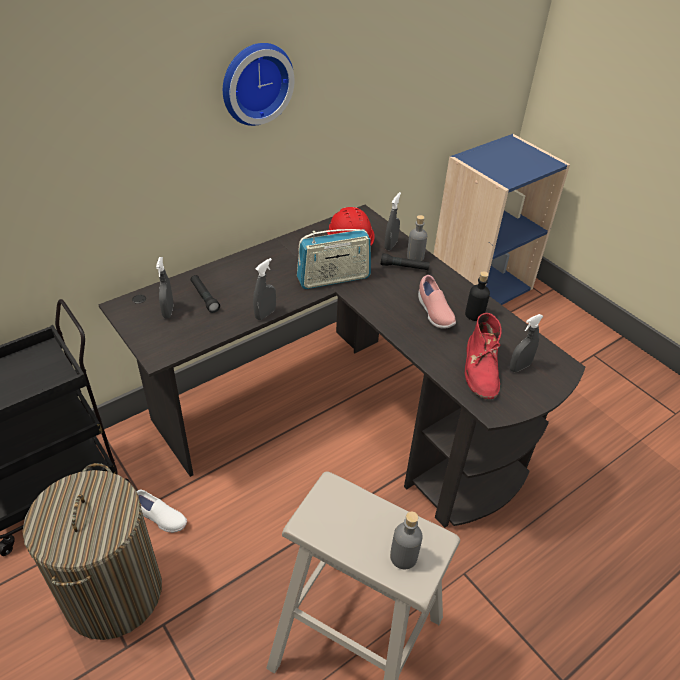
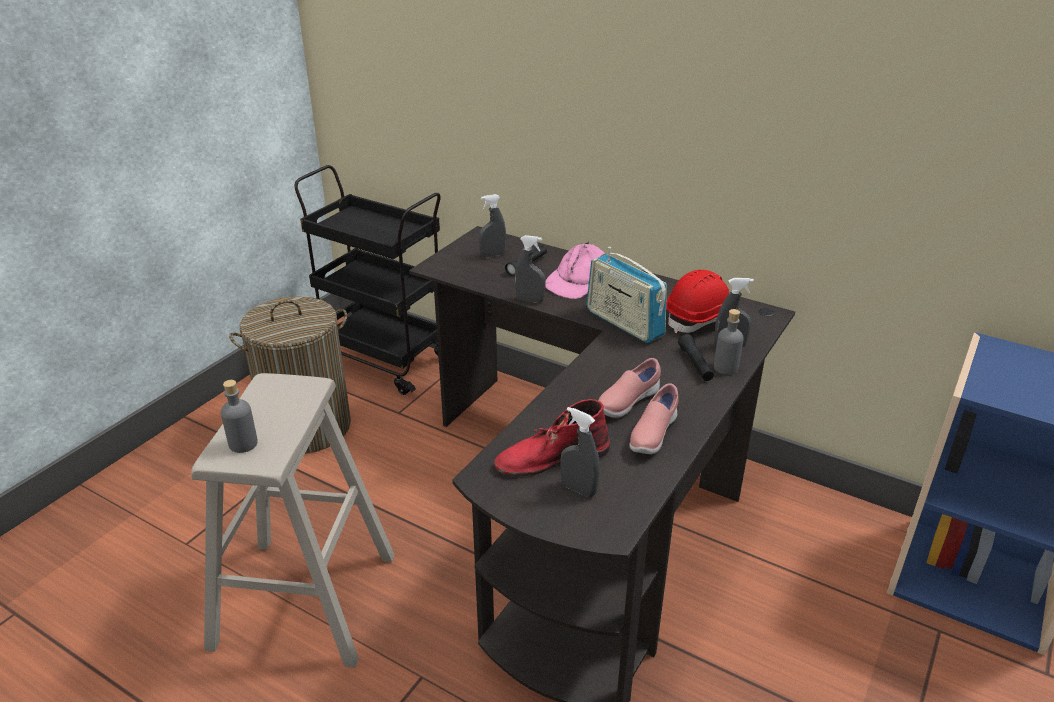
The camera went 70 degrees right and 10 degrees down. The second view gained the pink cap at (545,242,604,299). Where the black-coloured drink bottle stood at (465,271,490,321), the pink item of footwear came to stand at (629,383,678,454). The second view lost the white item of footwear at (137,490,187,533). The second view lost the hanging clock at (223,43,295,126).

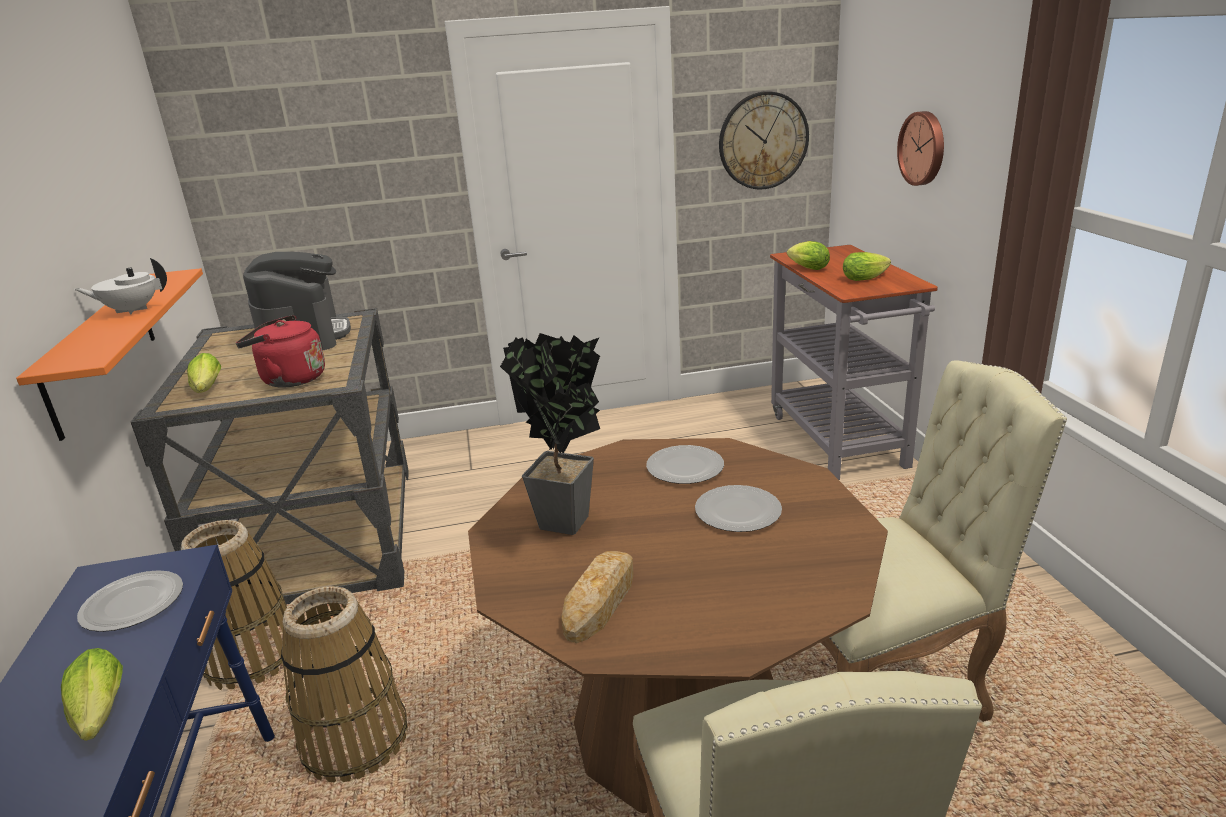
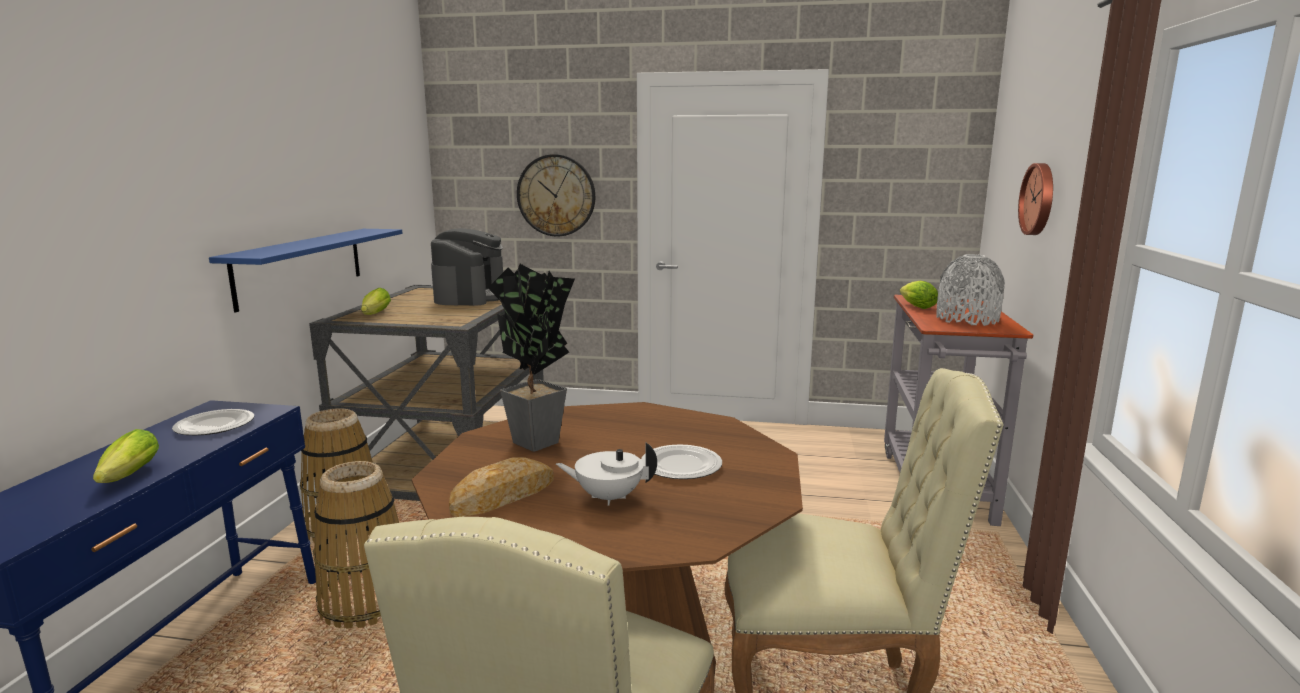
The camera went 20 degrees right and 10 degrees down. What was the orange-coloured wall shelf at (16,268,203,441) turned into the blue wall shelf at (209,229,403,313). The hanging clock ended up elsewhere, having gone from (719,91,809,189) to (517,154,595,237). The white teapot ended up elsewhere, having gone from (74,258,167,314) to (556,443,657,505). Where the lettuce head stood at (843,252,891,281), the gray decorative vase came to stand at (936,254,1005,326). The second view lost the red tea kettle at (236,315,325,388). The second view lost the dinner plate at (646,445,724,484).

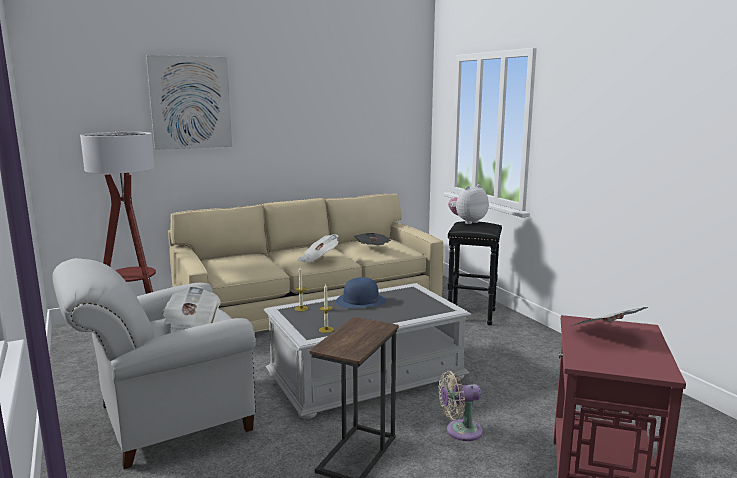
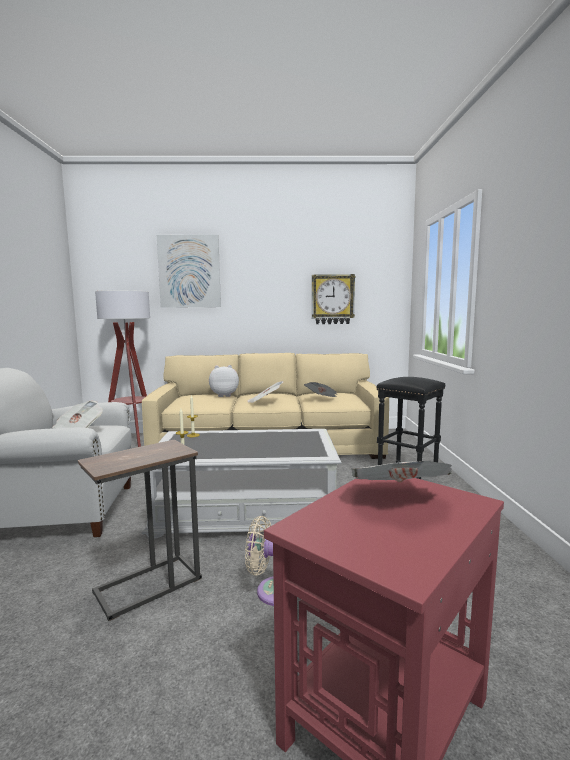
The camera went 25 degrees right and 5 degrees down. The plush toy ended up elsewhere, having gone from (448,184,489,224) to (209,365,239,397). The second view gained the hanging clock at (312,274,355,324). The second view lost the blue wearable hat at (335,277,386,308).

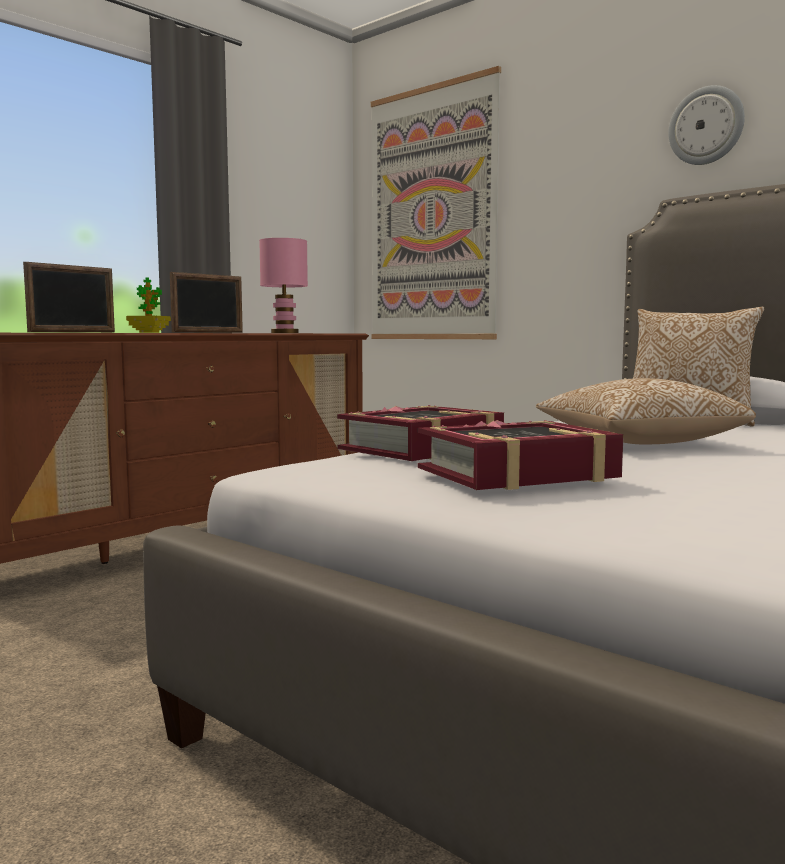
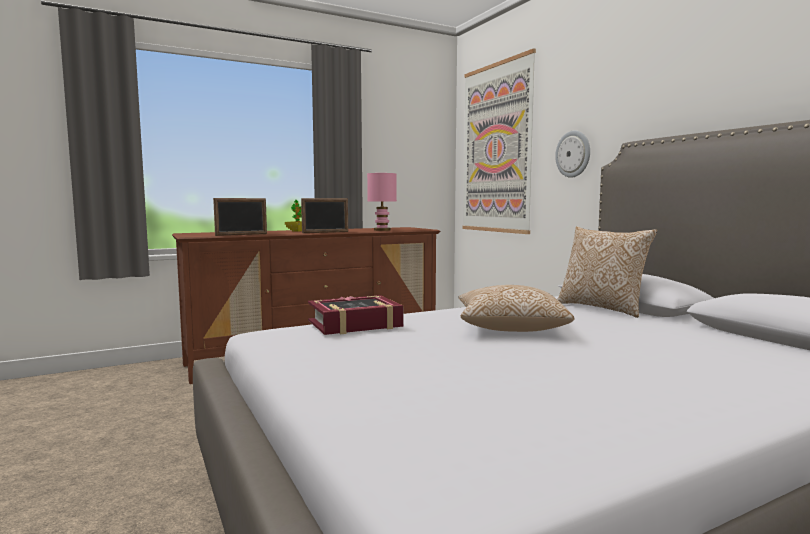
The camera went 20 degrees right and 0 degrees up. The hanging clock ended up elsewhere, having gone from (668,85,745,165) to (555,130,590,178). The second view lost the bound book at (417,420,624,490).

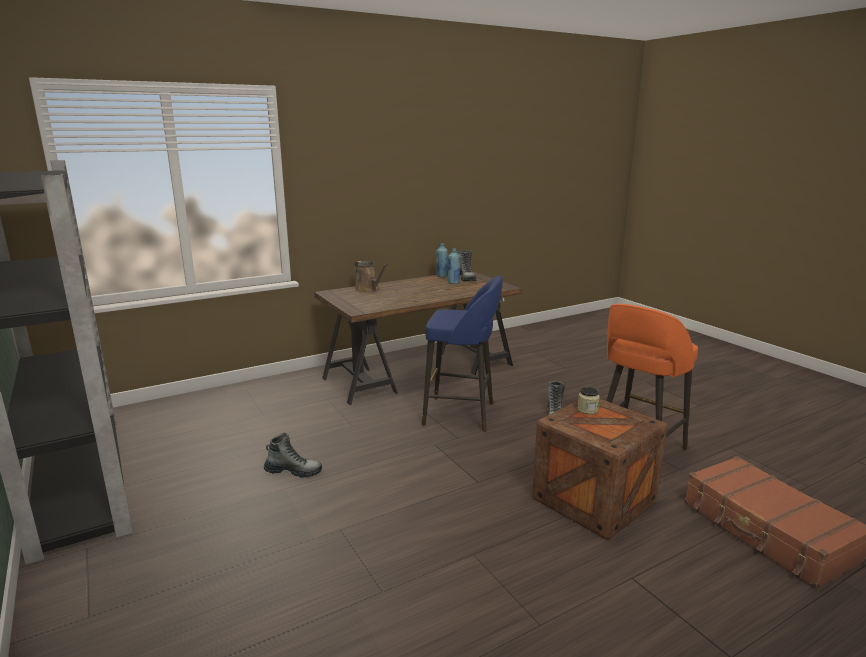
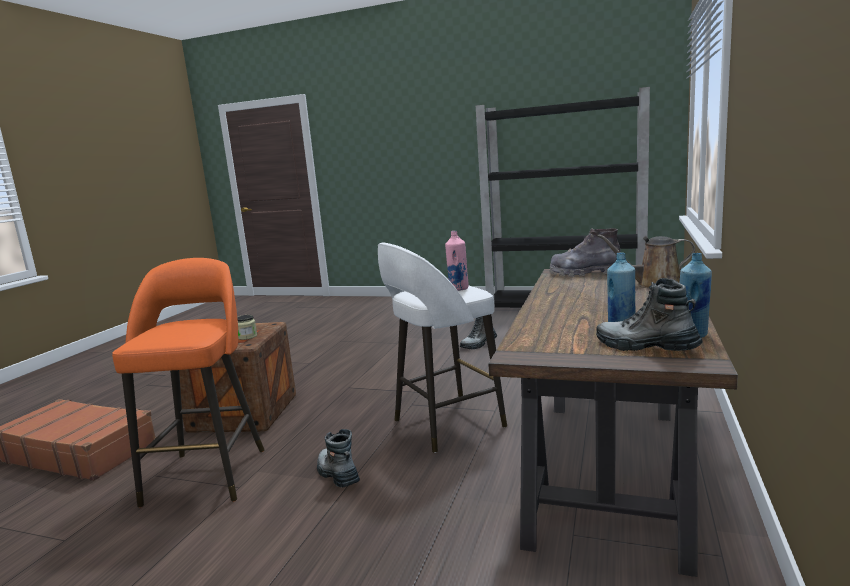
The camera went 140 degrees right and 5 degrees down. What was the blue stool at (422,276,503,432) turned into the white stool at (378,243,507,453). The second view gained the pink drink bottle at (445,231,469,291). The second view gained the gray high-top boot at (550,228,621,277).

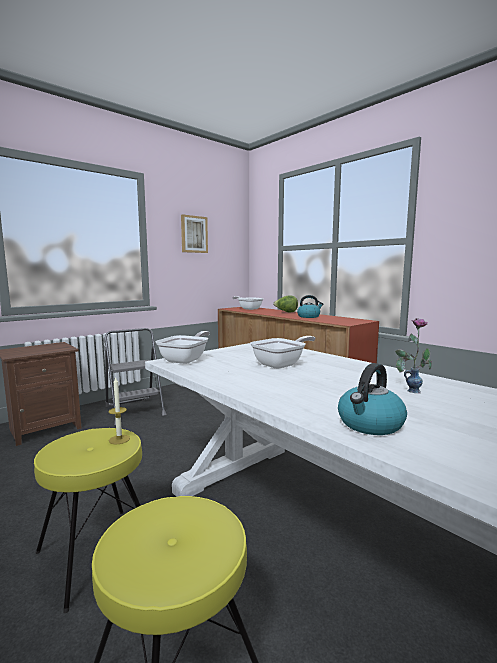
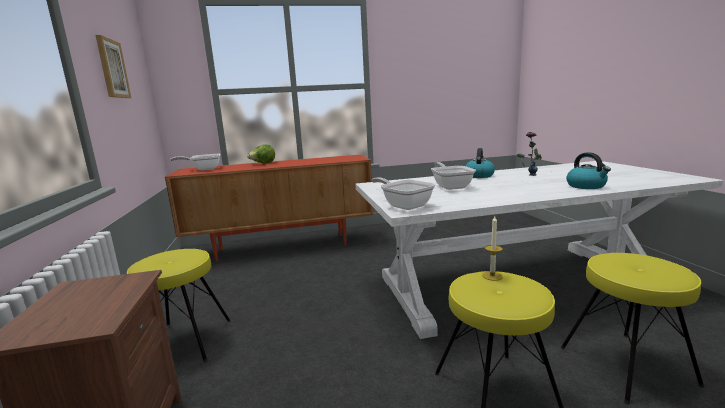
The camera went 60 degrees left and 5 degrees up. Where the gray step ladder stood at (105,328,167,425), the yellow stool came to stand at (127,249,231,363). The tea kettle ended up elsewhere, having gone from (297,295,323,318) to (465,148,495,178).

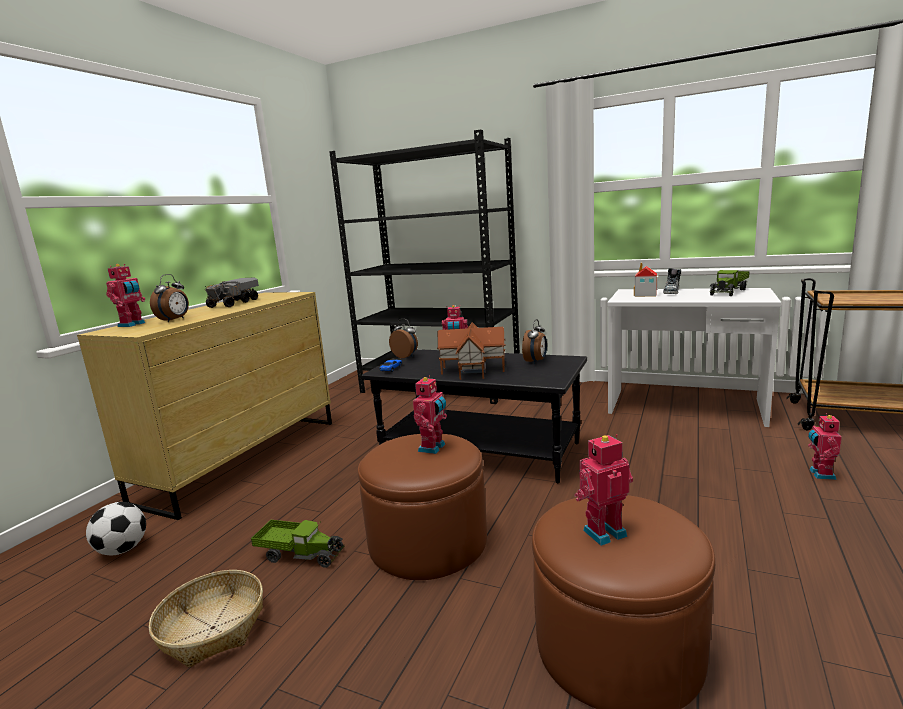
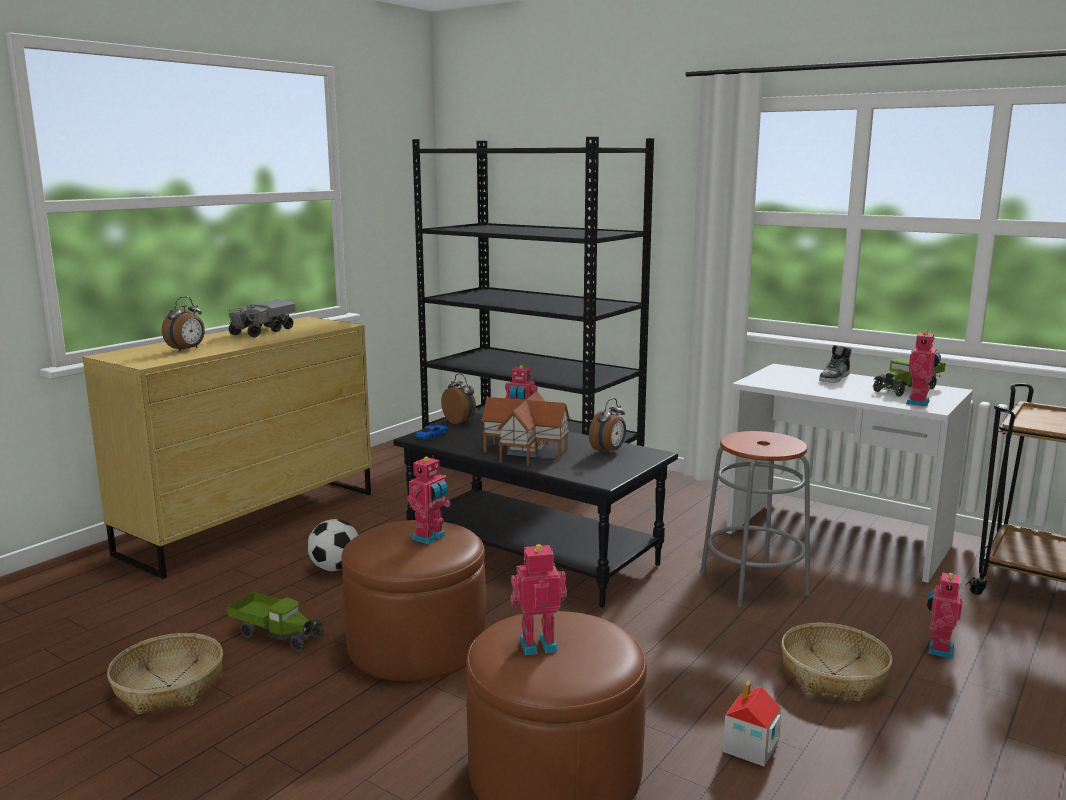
The camera went 10 degrees right and 0 degrees up. The football ended up elsewhere, having gone from (86,502,146,556) to (307,519,358,571). The second view gained the gray stool at (700,431,810,607). The model house ended up elsewhere, having gone from (634,263,658,297) to (723,681,781,767). The second view gained the basket at (781,623,892,702). The robot figure ended up elsewhere, having gone from (106,264,145,327) to (906,330,941,406).

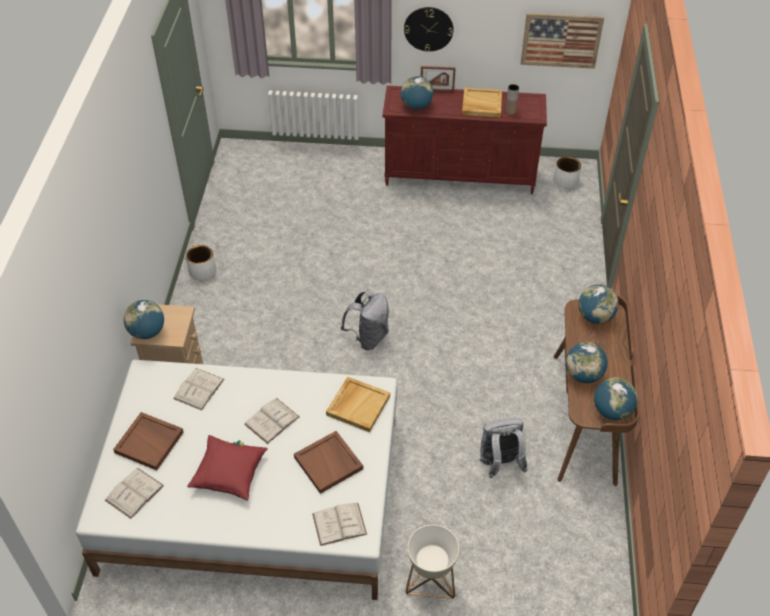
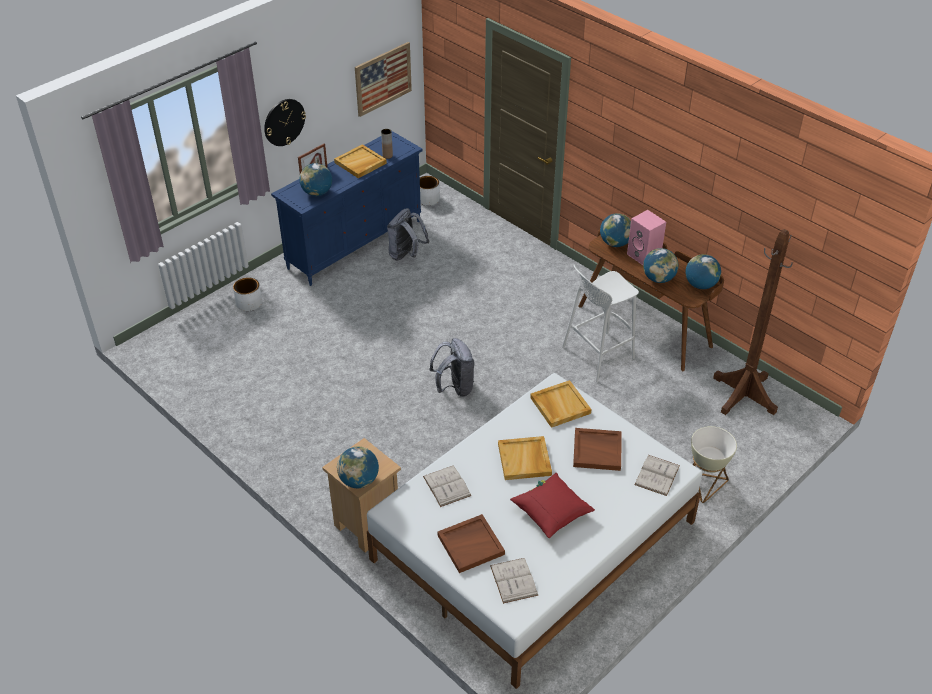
The camera went 50 degrees left and 5 degrees down. The white flower pot ended up elsewhere, having gone from (186,245,216,280) to (233,277,262,311). What was the red dresser at (382,86,547,194) turned into the blue dresser at (271,131,423,286). The gray knapsack ended up elsewhere, having gone from (480,418,527,478) to (387,208,429,260). Where the white bound book stood at (244,398,299,444), the beige serving tray came to stand at (498,436,552,480). The second view gained the white stool at (562,264,639,382). The second view gained the pink loudspeaker at (627,210,666,265). The second view gained the brown garment rack at (713,229,793,415).

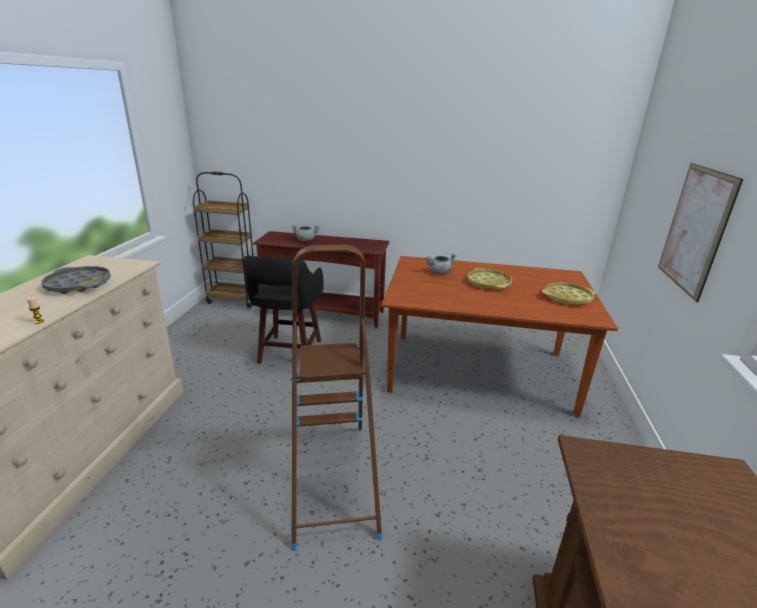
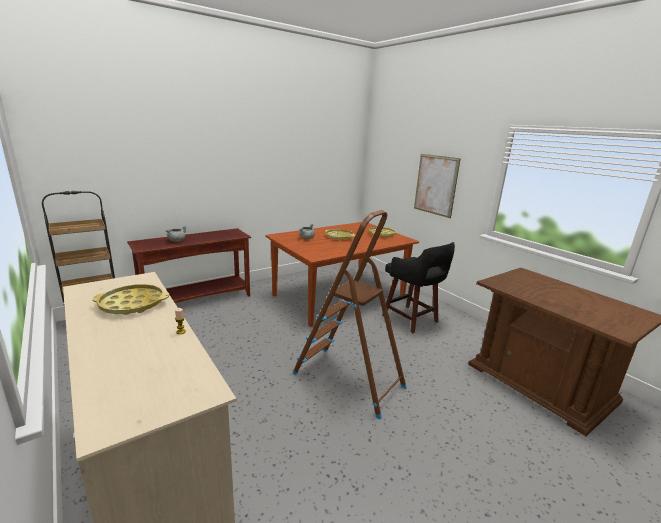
The camera went 45 degrees left and 5 degrees down. What was the gray serving tray at (41,266,111,294) turned into the yellow serving tray at (92,284,169,315). The black-coloured stool ended up elsewhere, having gone from (244,256,324,364) to (382,242,455,333).

